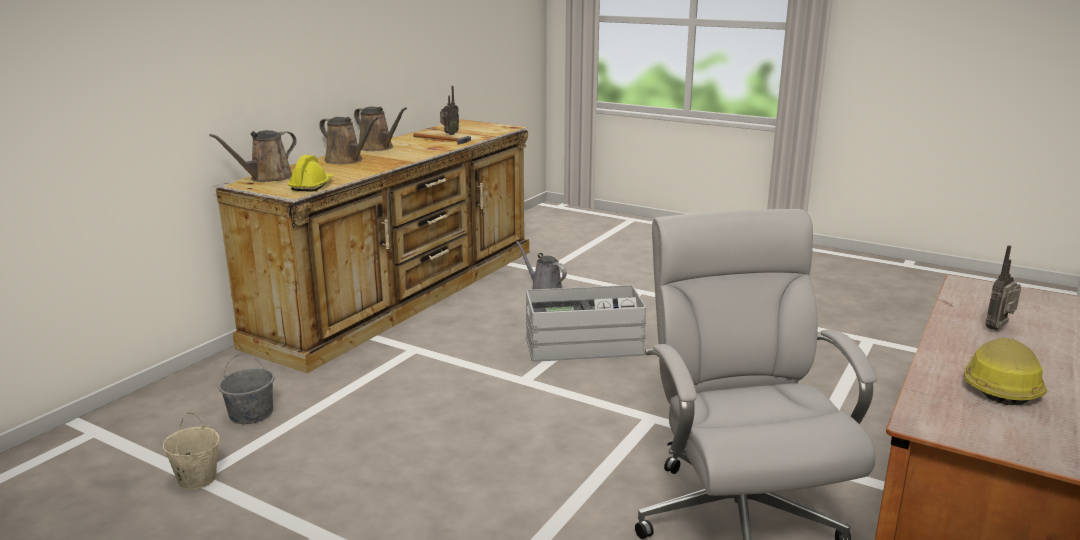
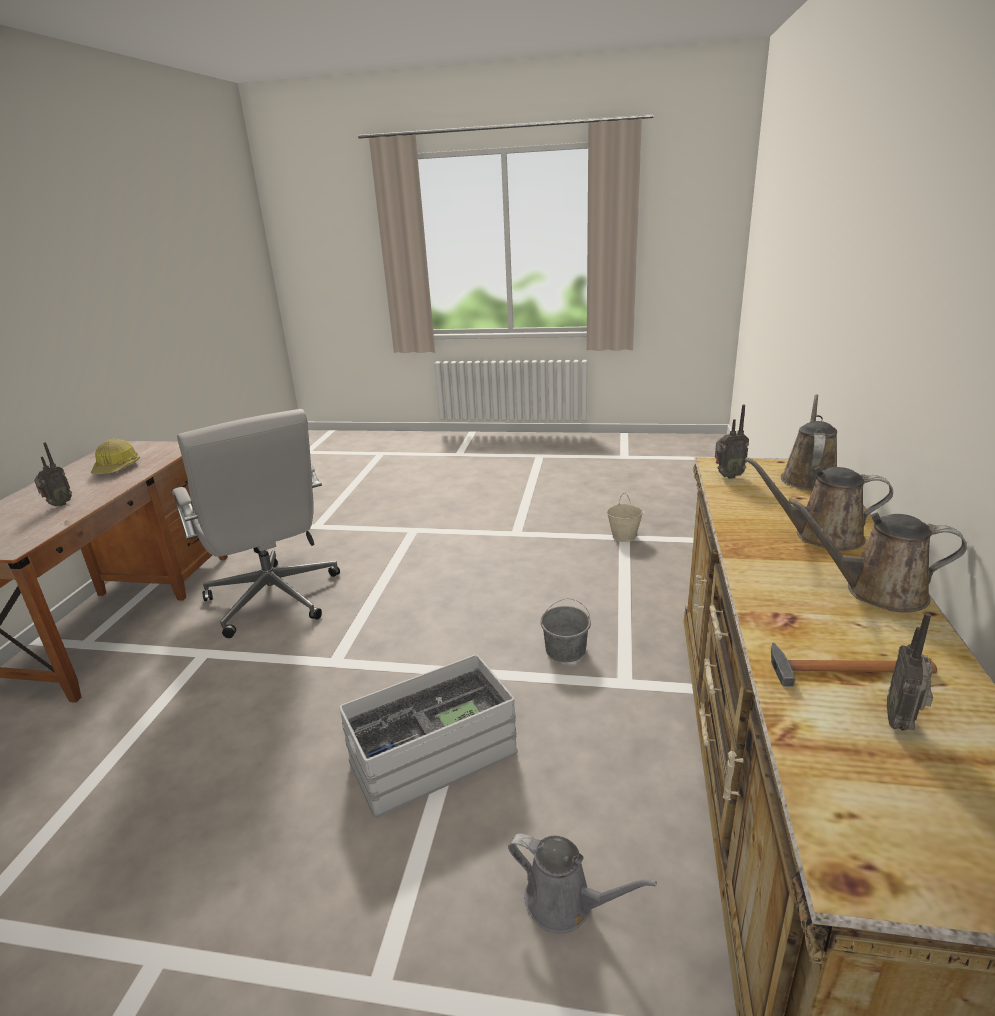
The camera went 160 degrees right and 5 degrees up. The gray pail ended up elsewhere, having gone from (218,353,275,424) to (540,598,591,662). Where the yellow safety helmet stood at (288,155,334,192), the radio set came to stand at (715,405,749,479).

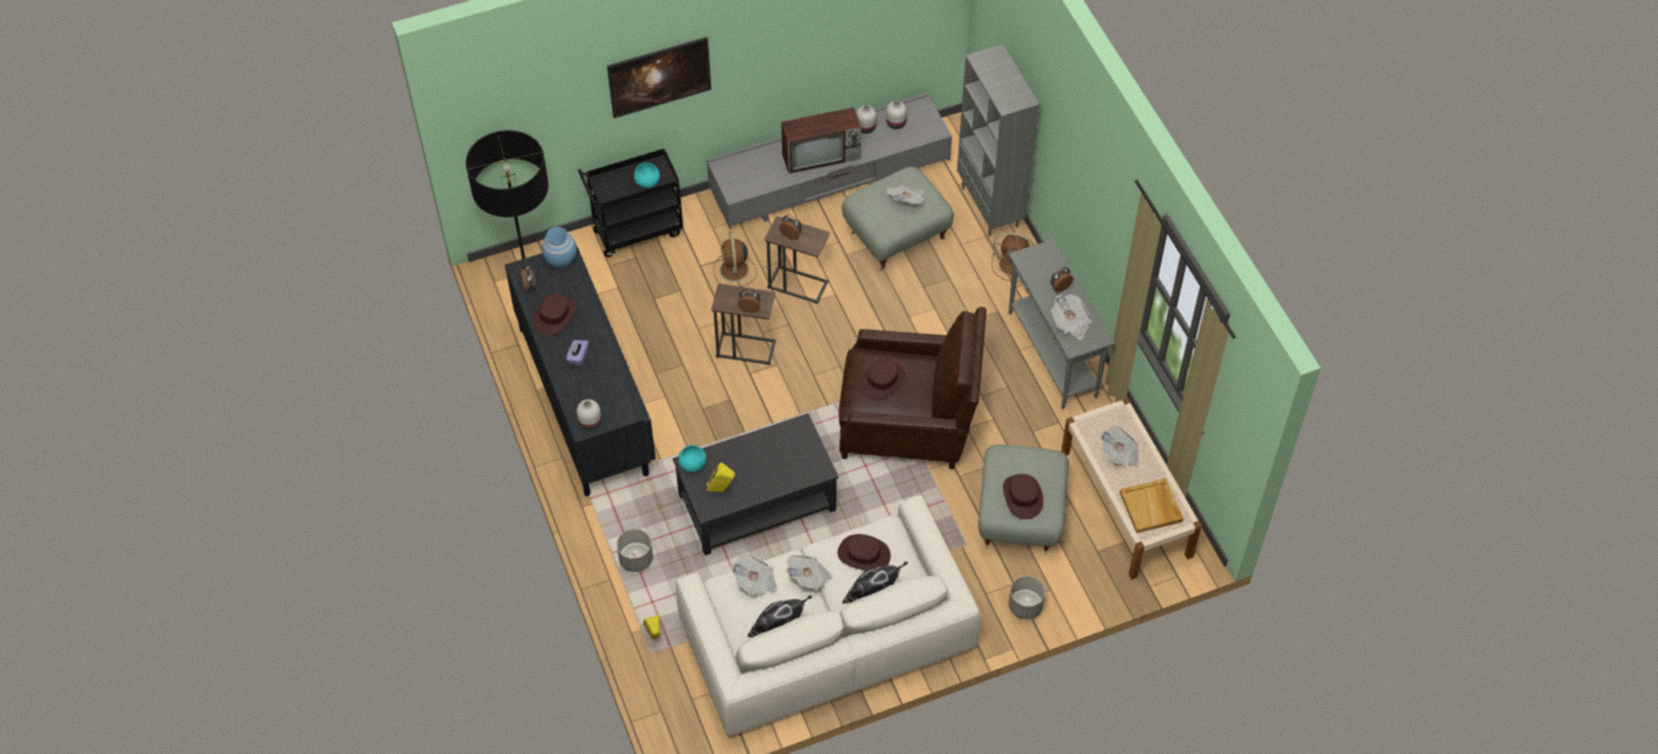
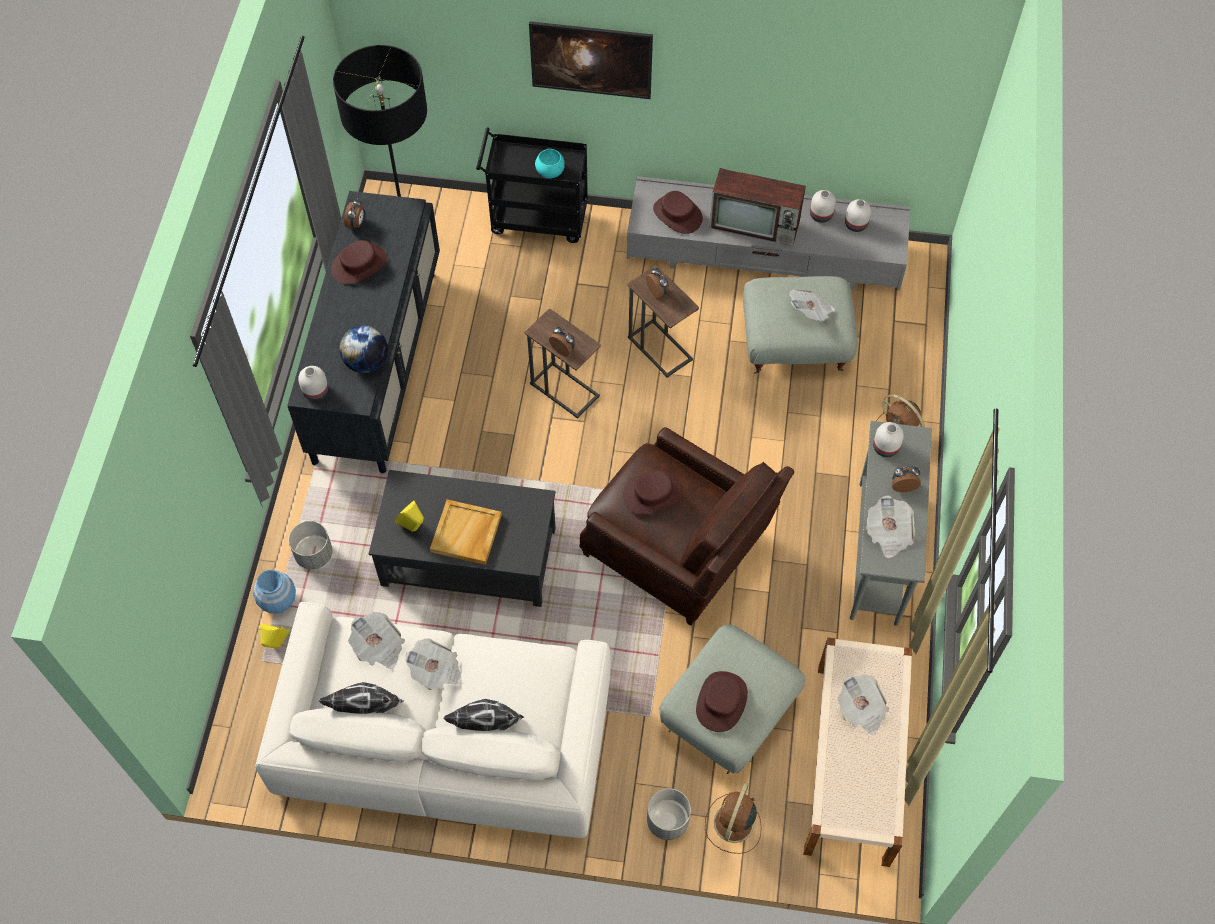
The camera went 30 degrees right and 5 degrees up. The blue decorative vase ended up elsewhere, having gone from (542,227,577,268) to (253,570,296,614). The second view gained the world globe at (339,325,388,373). The beige serving tray ended up elsewhere, having gone from (1120,478,1184,533) to (430,499,502,565). The brown wearable hat ended up elsewhere, having gone from (837,534,891,571) to (653,191,703,234). The brown fan ended up elsewhere, having gone from (713,231,757,287) to (705,782,762,854). The second view gained the white decorative vase at (873,422,904,457). The second view lost the purple tissue holder at (566,340,589,366). The second view lost the turquoise-coloured serving bowl at (678,445,706,472). The second view lost the gray bookshelf at (957,44,1040,236).

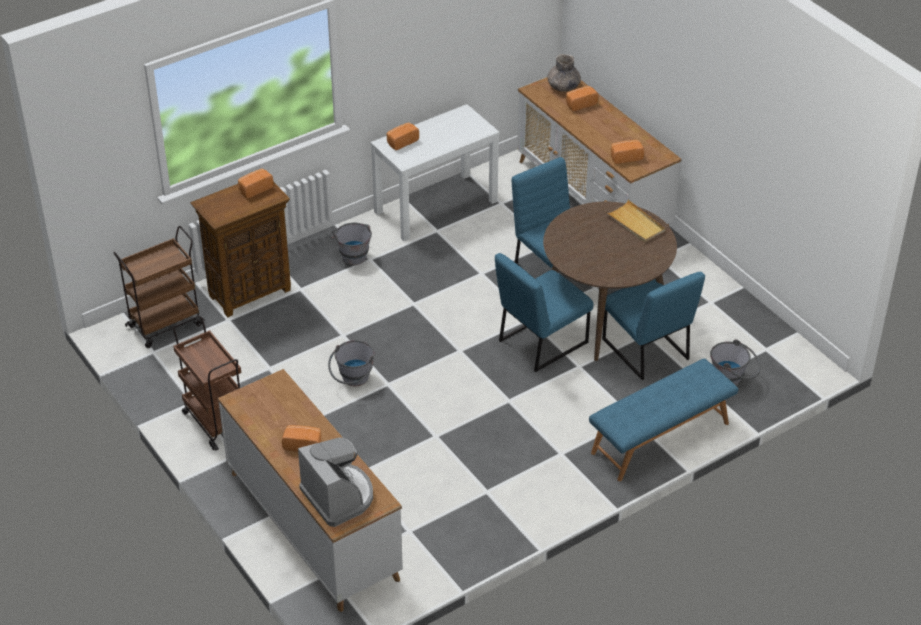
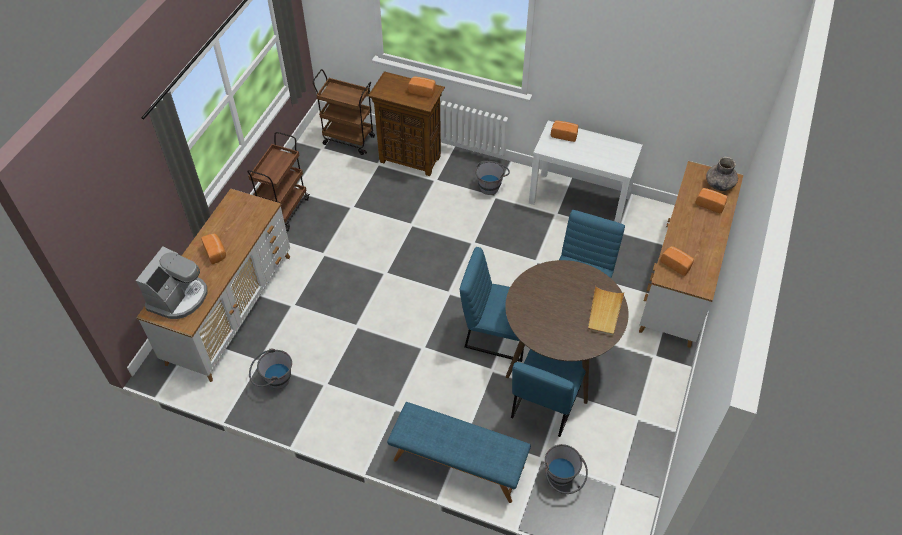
The camera went 55 degrees right and 10 degrees up. The gray pail ended up elsewhere, having gone from (328,340,375,386) to (249,348,292,389).

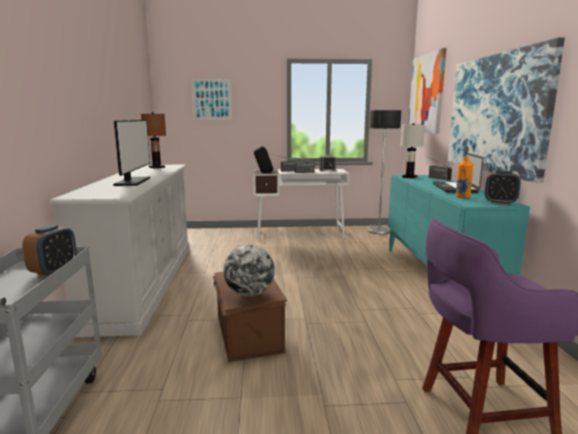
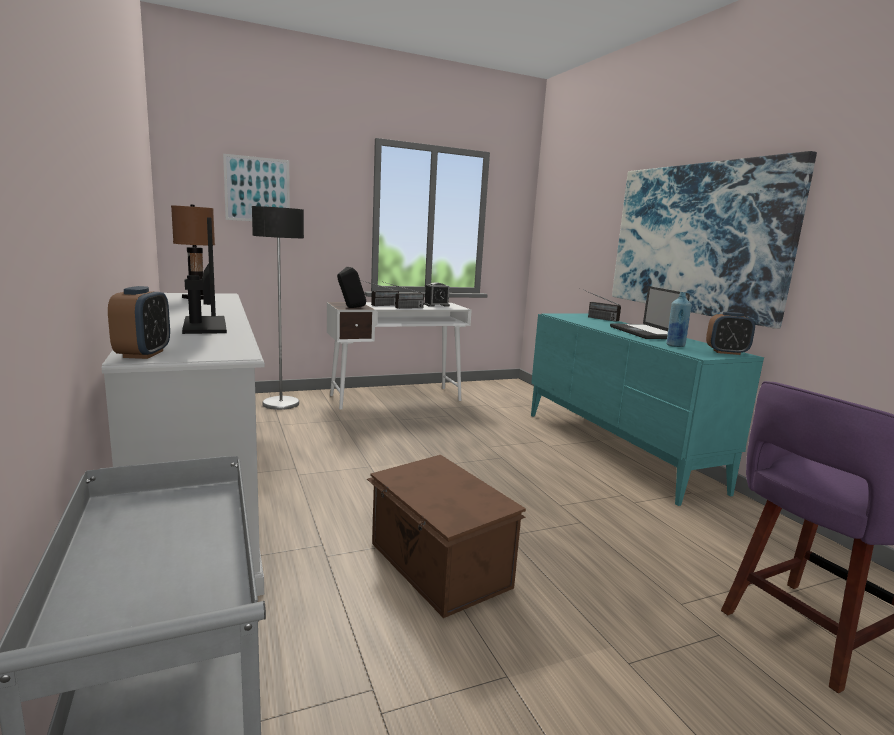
The camera went 20 degrees left and 0 degrees up. The table clock ended up elsewhere, having gone from (22,225,77,276) to (108,286,170,359). The standing lamp ended up elsewhere, having gone from (368,110,401,234) to (252,206,304,410). What was the orange-coloured drink bottle at (456,156,473,198) turned into the blue drink bottle at (666,292,691,347). The second view lost the world globe at (223,245,275,296). The second view lost the white lamp for a table at (400,123,425,178). The second view lost the wall picture at (408,48,446,133).

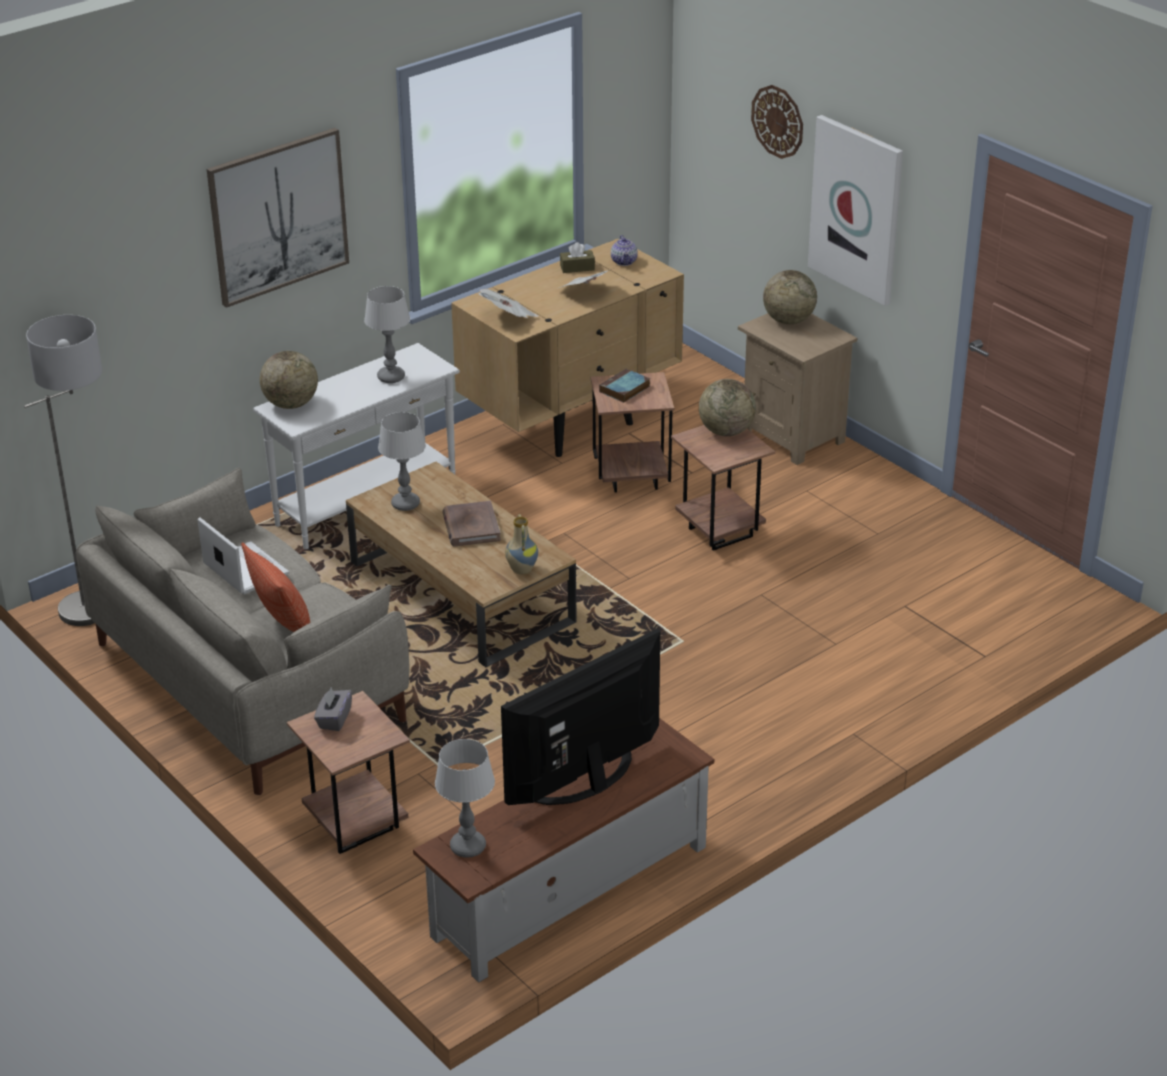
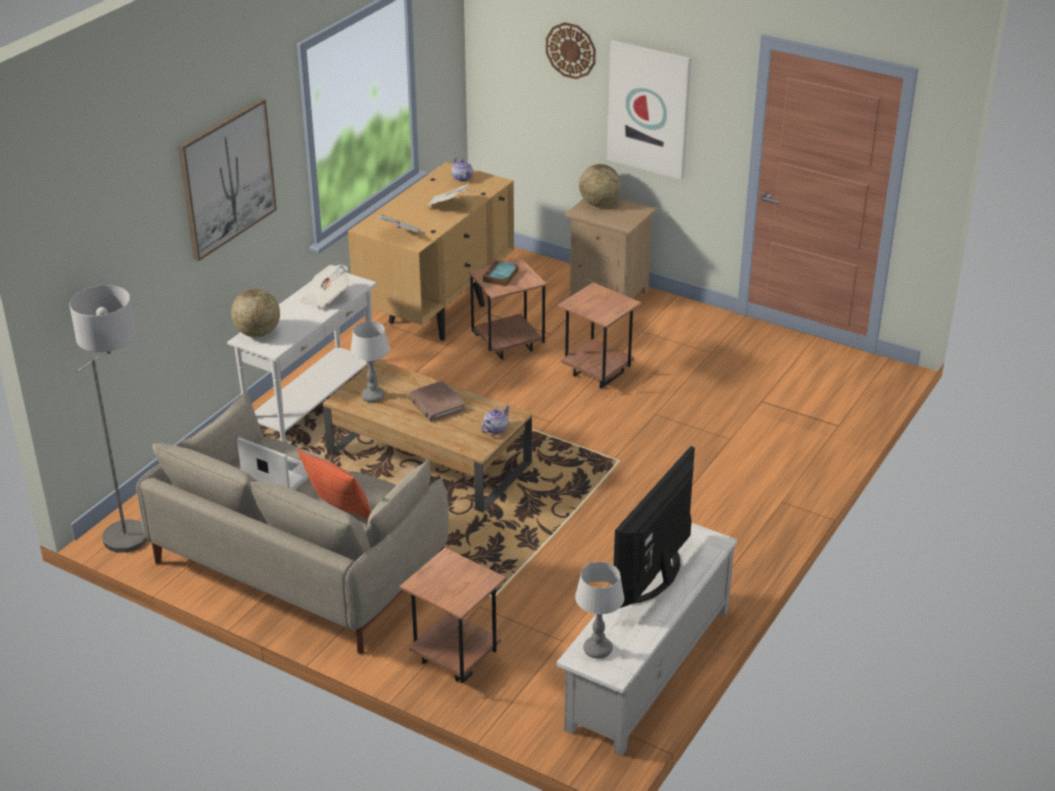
The camera went 20 degrees left and 0 degrees up. Where the lamp for a table stood at (364,286,410,383), the newspaper came to stand at (301,265,350,308). Where the decorative vase stood at (505,514,538,574), the teapot came to stand at (481,405,510,434). What was the brown tv stand at (413,718,714,983) turned into the white tv stand at (556,523,737,756). The second view lost the gray tissue holder at (314,687,352,731). The second view lost the brown tissue holder at (560,242,595,273). The second view lost the world globe at (699,379,756,436).

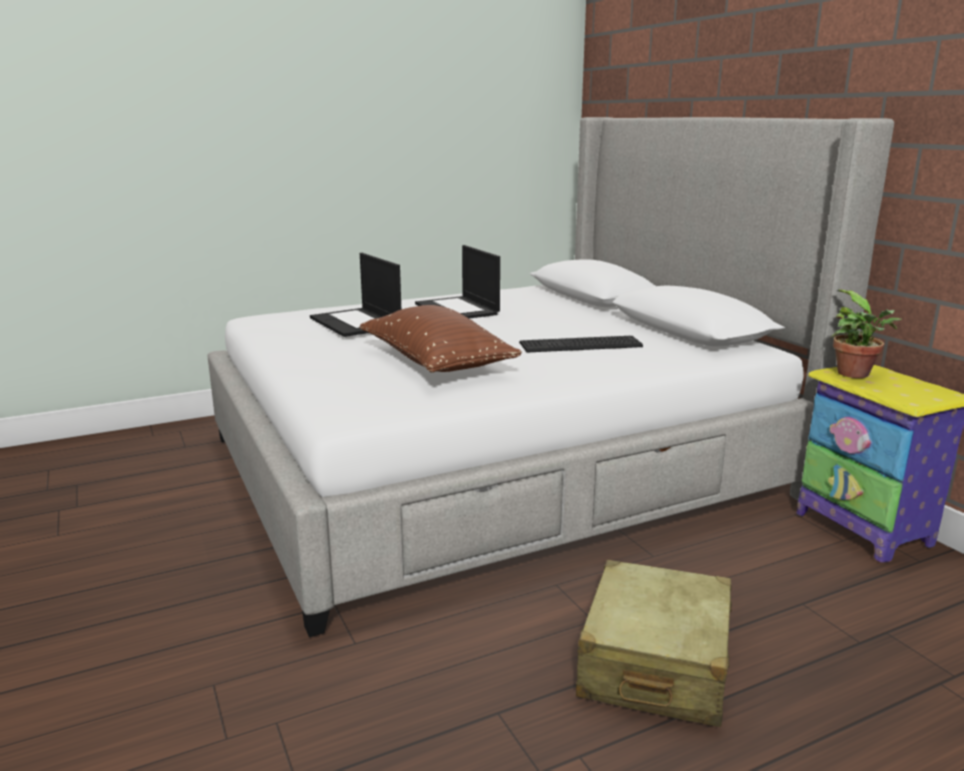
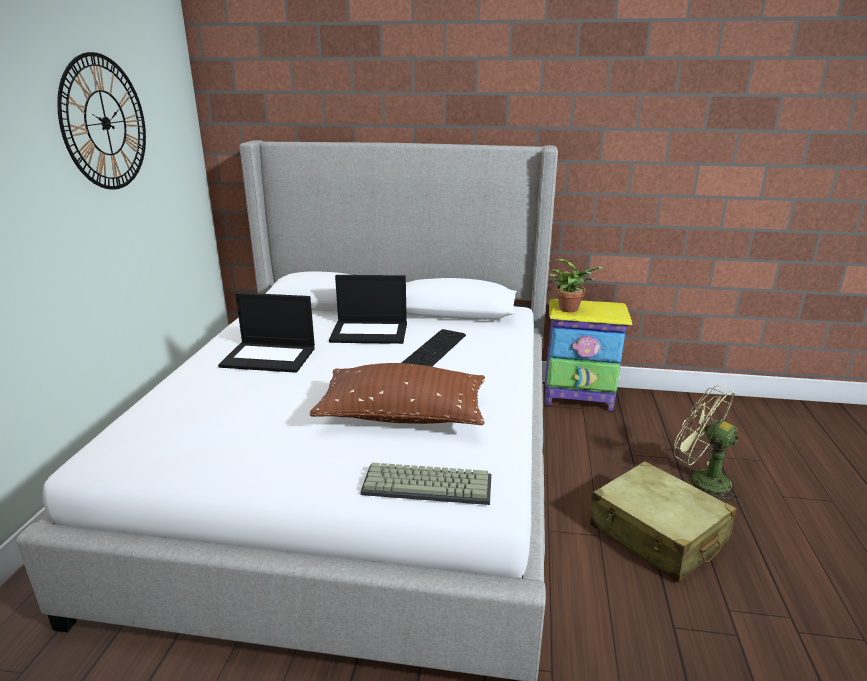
The camera went 55 degrees left and 5 degrees up. The second view gained the hanging clock at (57,52,146,190). The notebook computer ended up elsewhere, having gone from (310,253,401,337) to (329,275,407,344). The second view gained the computer keyboard at (360,463,492,505). The second view gained the greenish fan at (674,385,740,500).

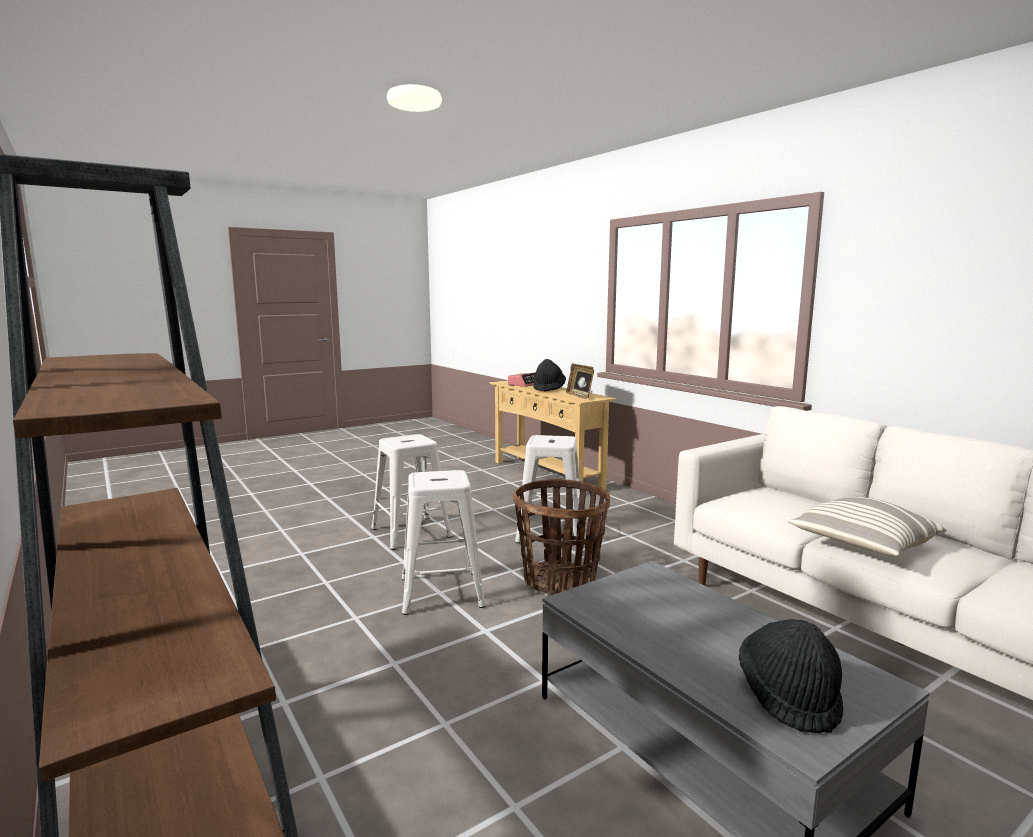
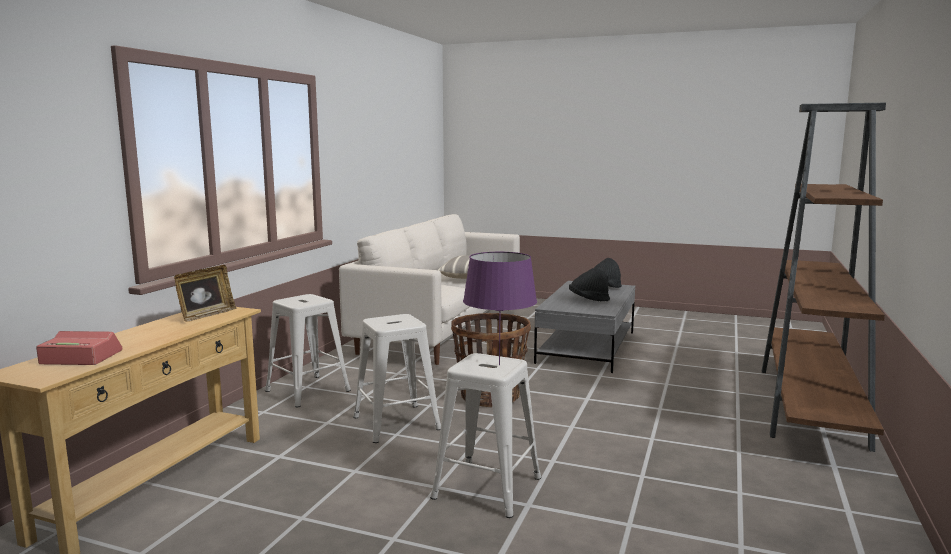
The camera went 125 degrees left and 0 degrees up. The white stool ended up elsewhere, having gone from (402,470,486,615) to (265,294,351,407). The second view gained the purple lamp for a table at (463,252,537,365). The black-coloured wearable hat ended up elsewhere, having gone from (534,359,566,392) to (569,268,610,301).

